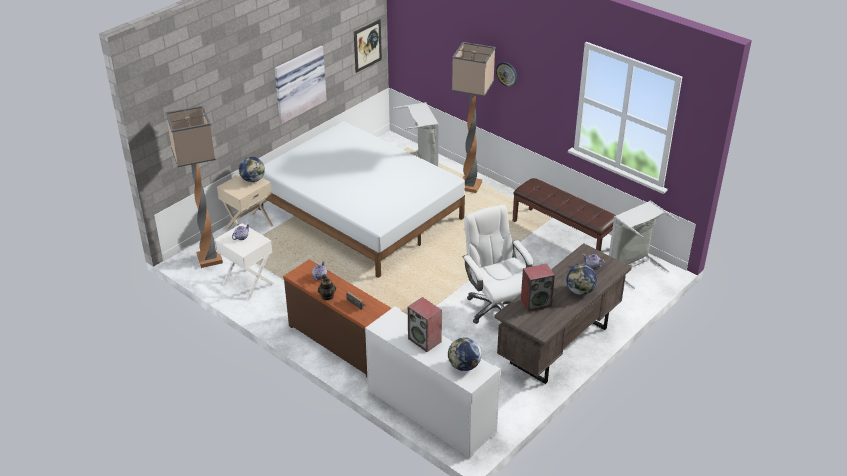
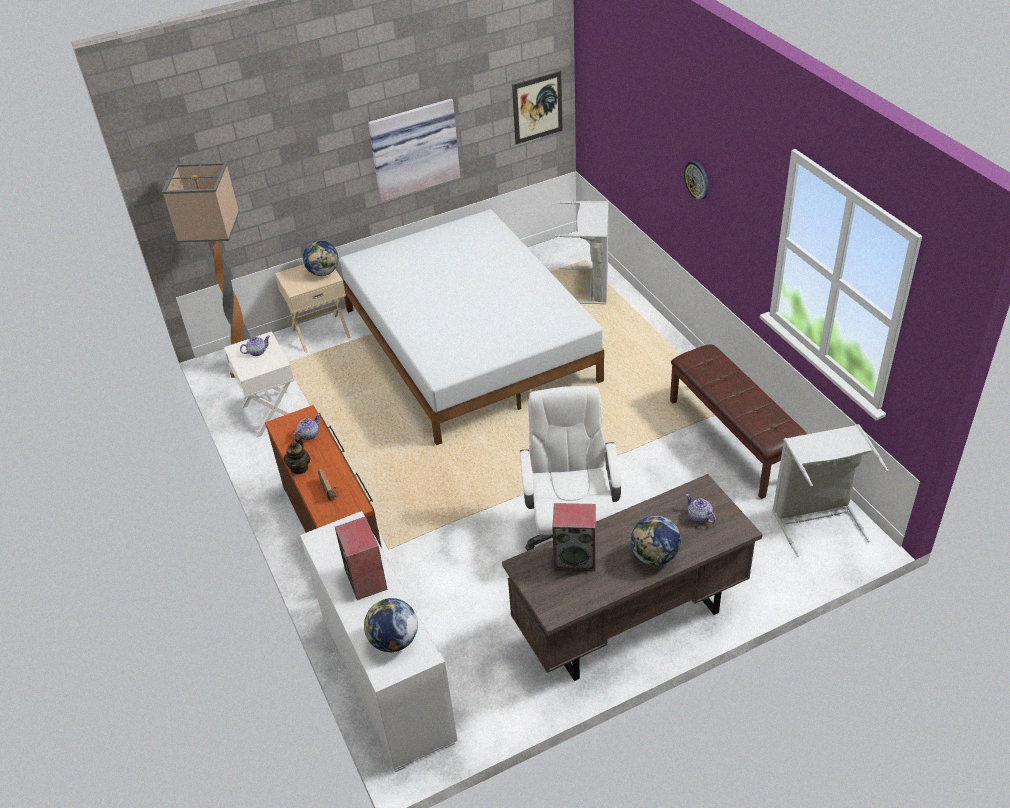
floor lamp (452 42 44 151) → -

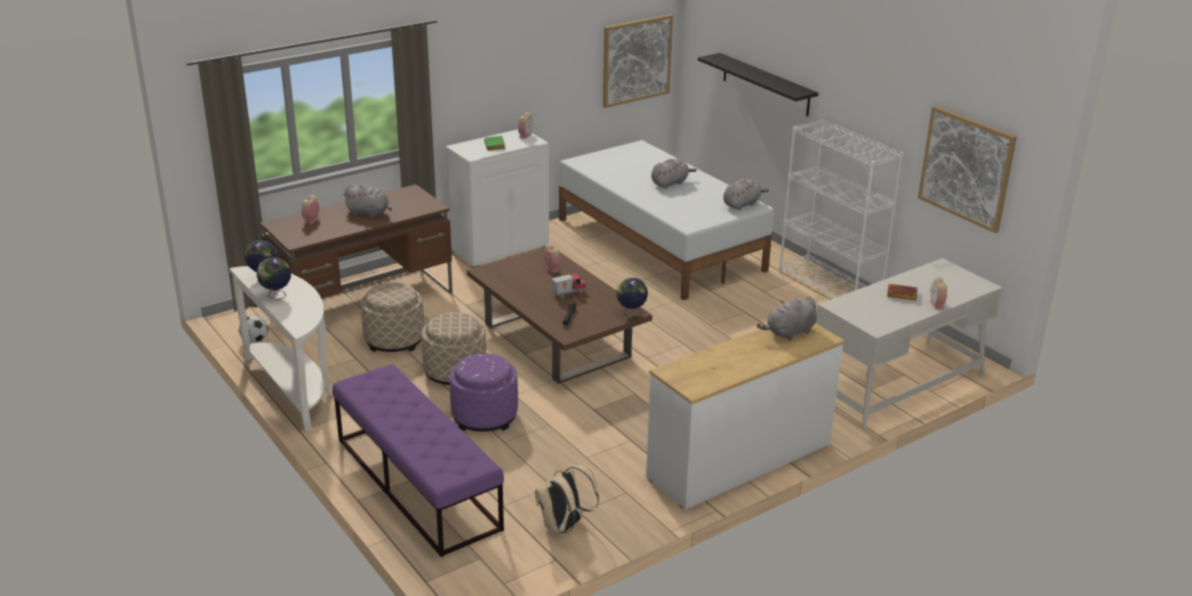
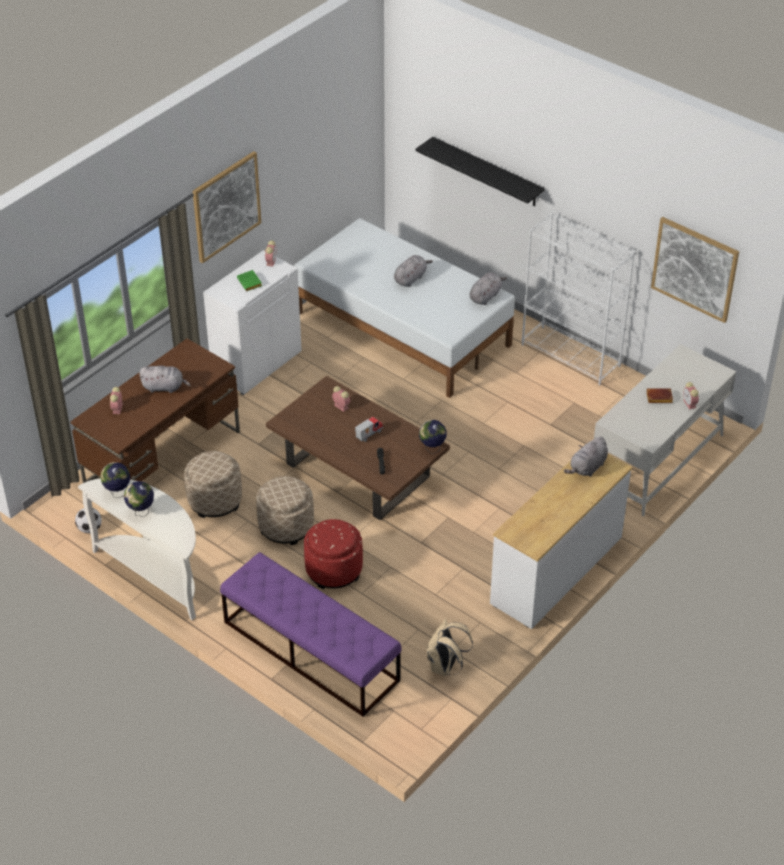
picture (603 14 70 94) → picture (193 151 68 112), move
purple ottoman (449 353 69 79) → red ottoman (304 519 59 70)

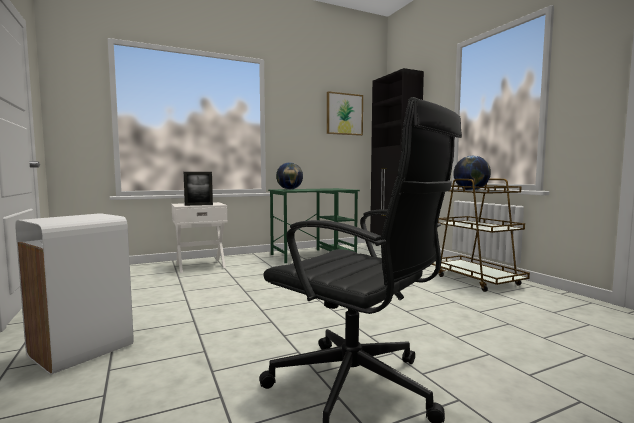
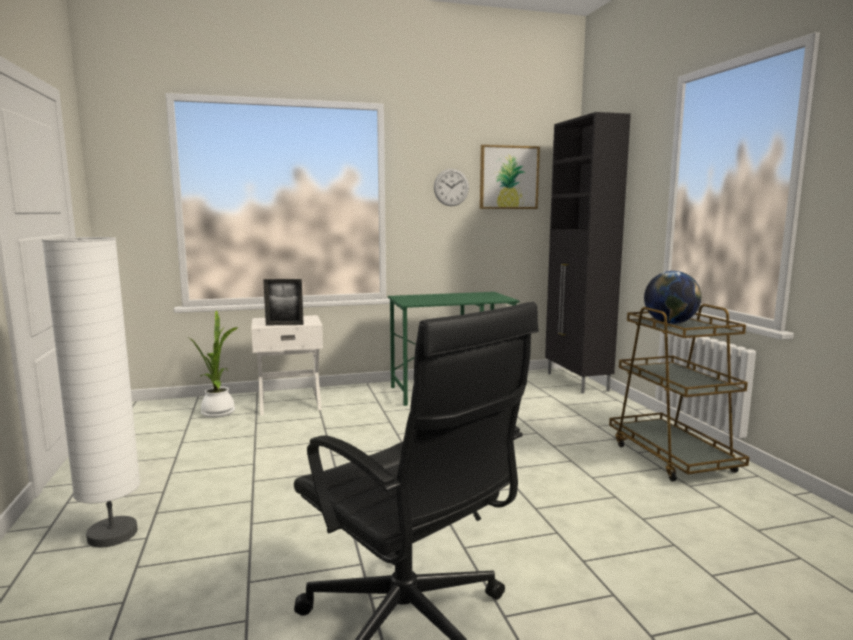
globe (276 162 27 28) → -
- → potted plant (187 310 52 108)
- → wall clock (434 169 35 37)
white trash can (15 213 119 162) → white floor lamp (42 237 98 311)

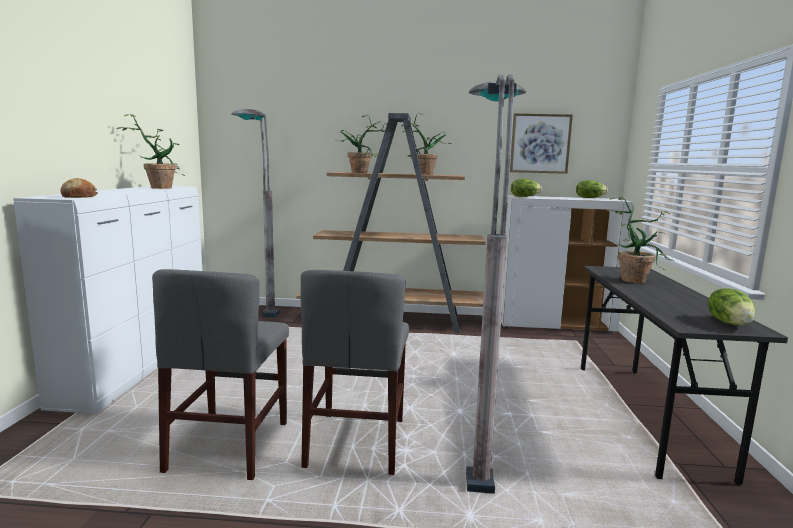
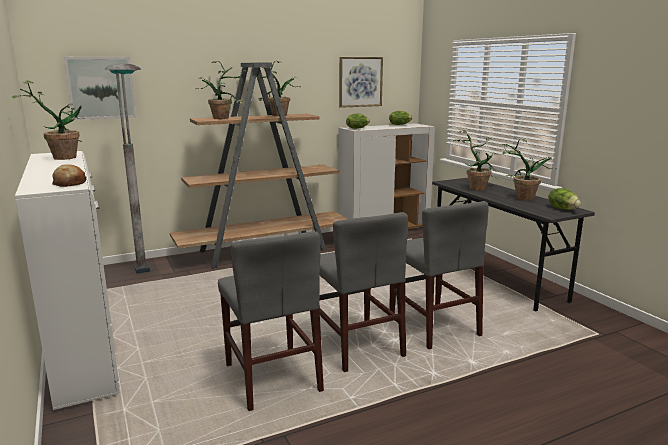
- → picture (64 57 72 63)
- → potted plant (502 139 55 62)
grey floor lamp (466 74 60 420) → grey chair (390 201 99 148)

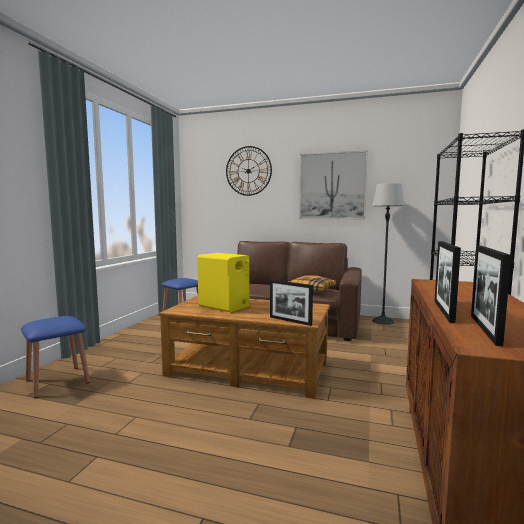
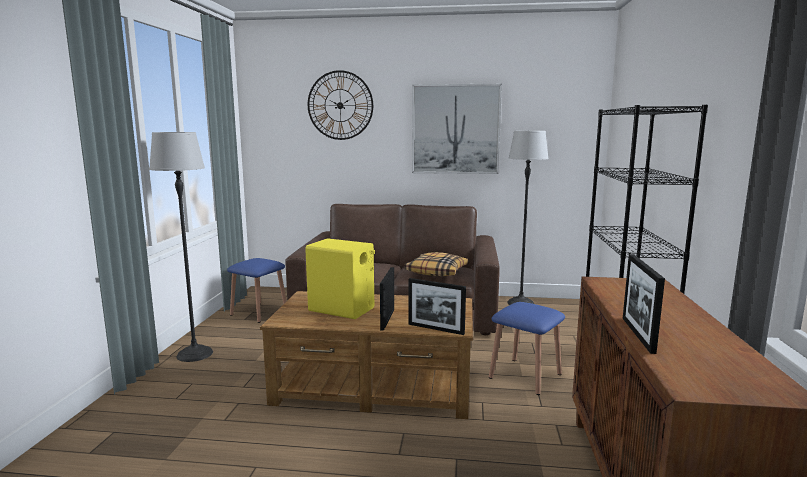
- → floor lamp (149 132 64 230)
blue stool (21 316 69 82) → blue stool (489 302 76 93), move
picture frame (471 246 40 100) → picture frame (380 267 14 64), move

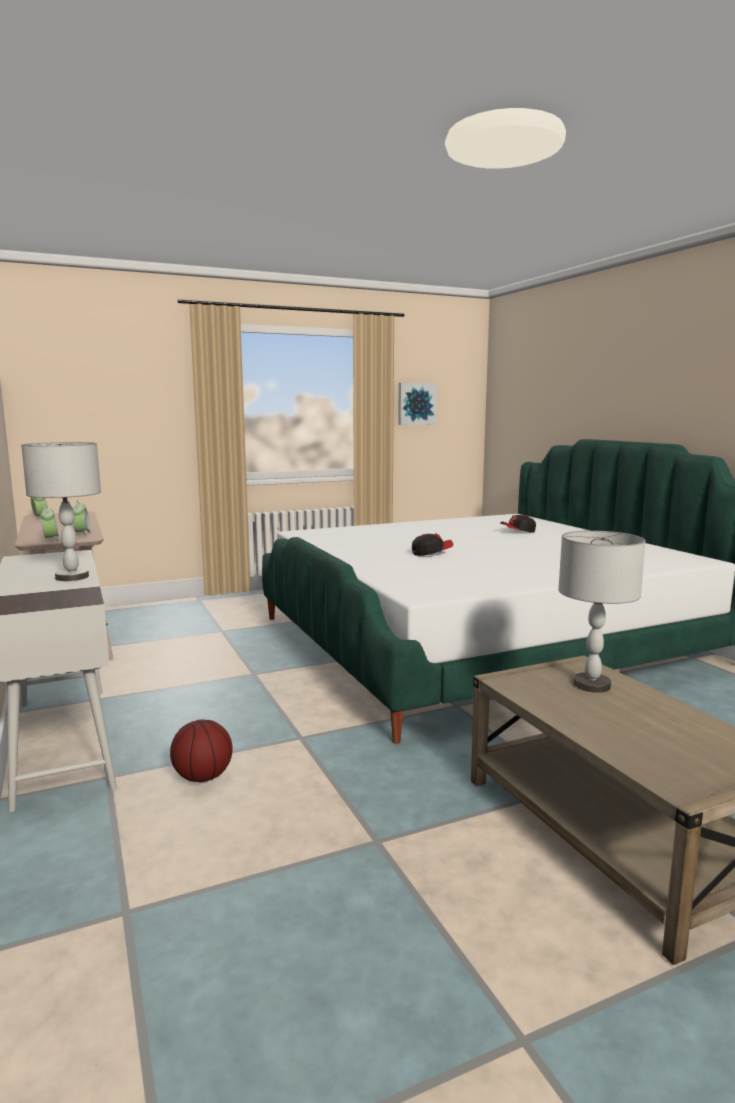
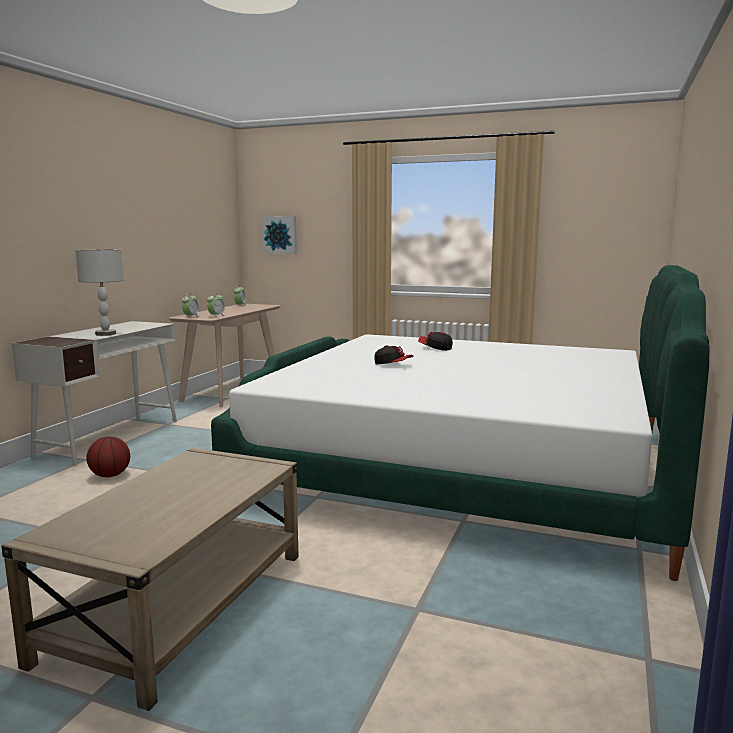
grey table lamp (558 531 87 162) → -
picture (398 383 39 42) → picture (262 216 35 38), move
cap (500 515 36 18) → cap (418 332 35 19), move

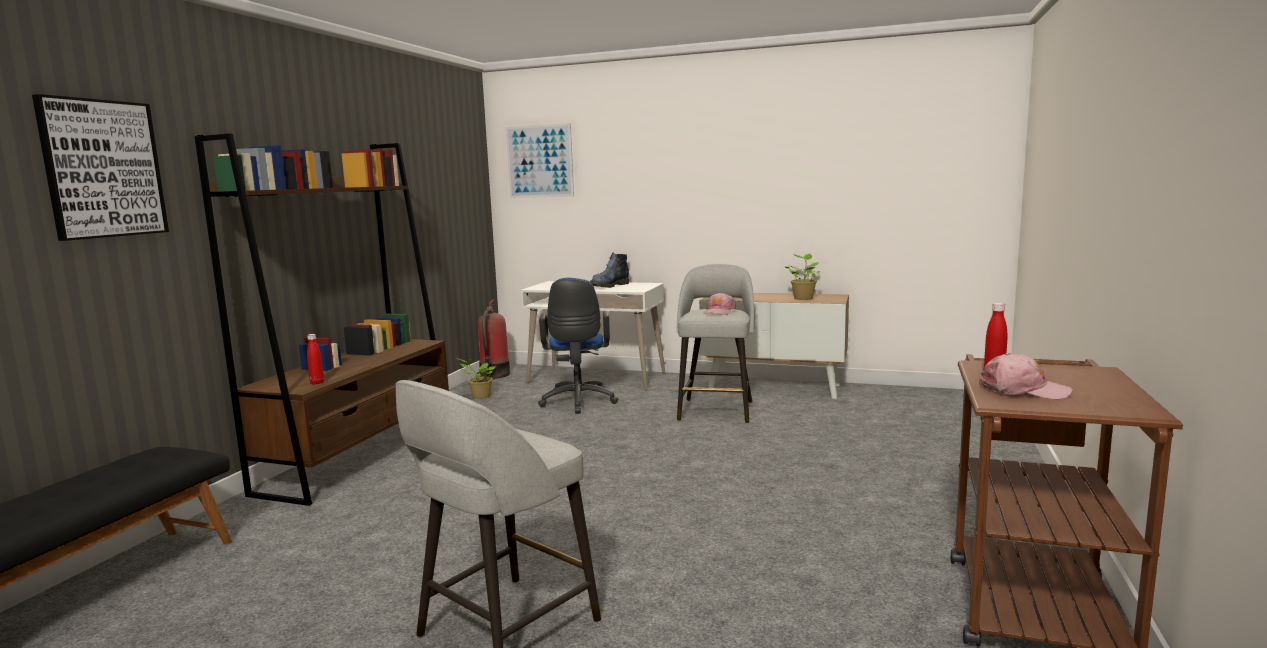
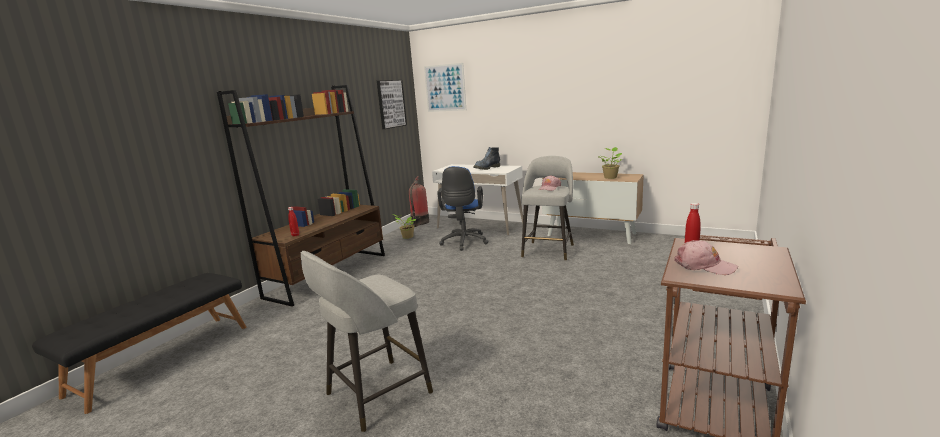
picture (32 94 137 147) → picture (377 80 30 49), move

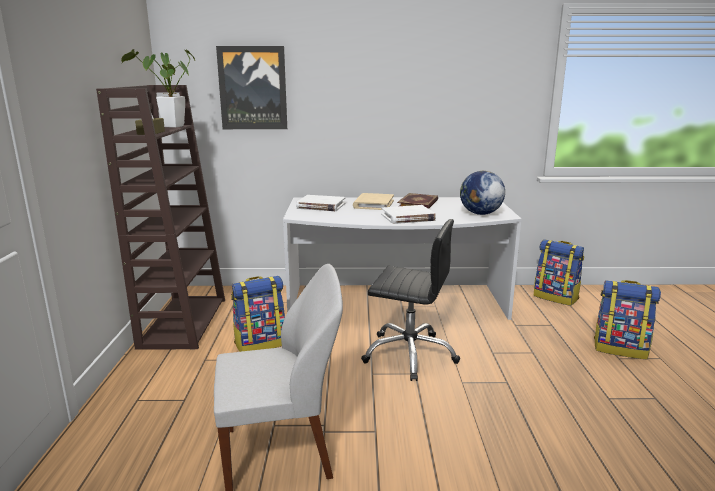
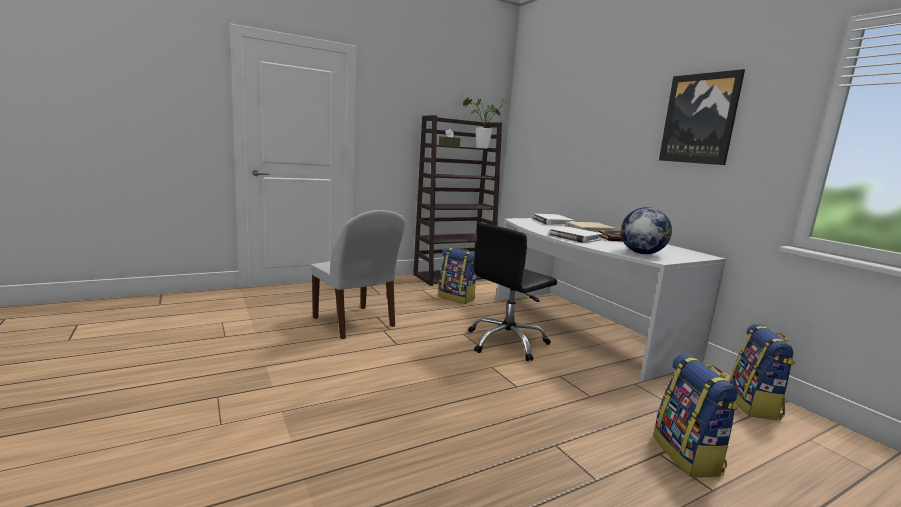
picture (216 46 71 83) → picture (659 69 86 96), move
black office chair (361 219 99 162) → black office chair (468 223 89 138), 60 degrees clockwise

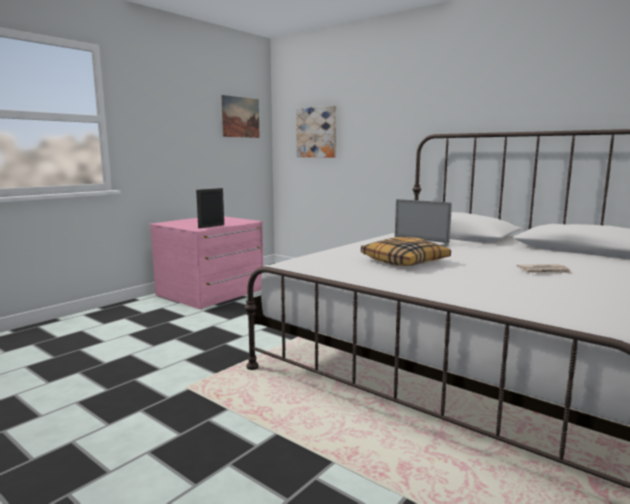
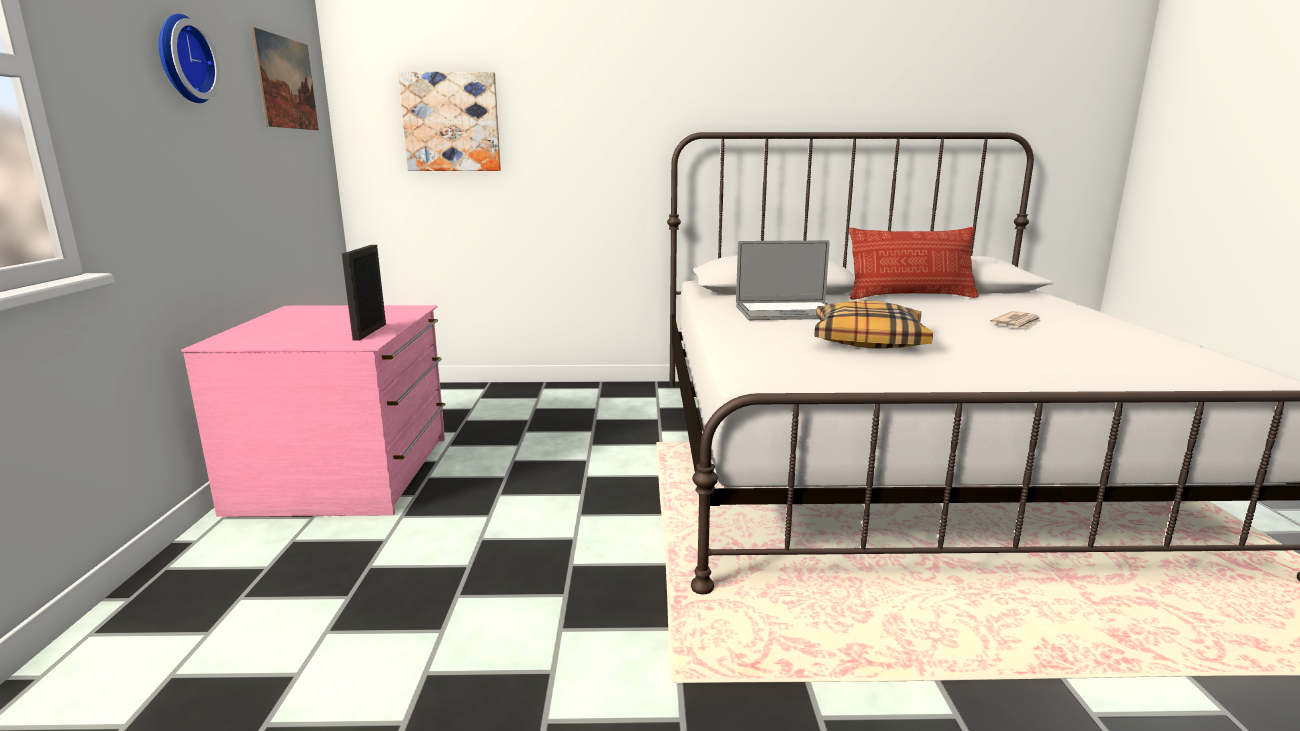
- → wall clock (159 14 61 89)
- → pillow (849 227 130 72)

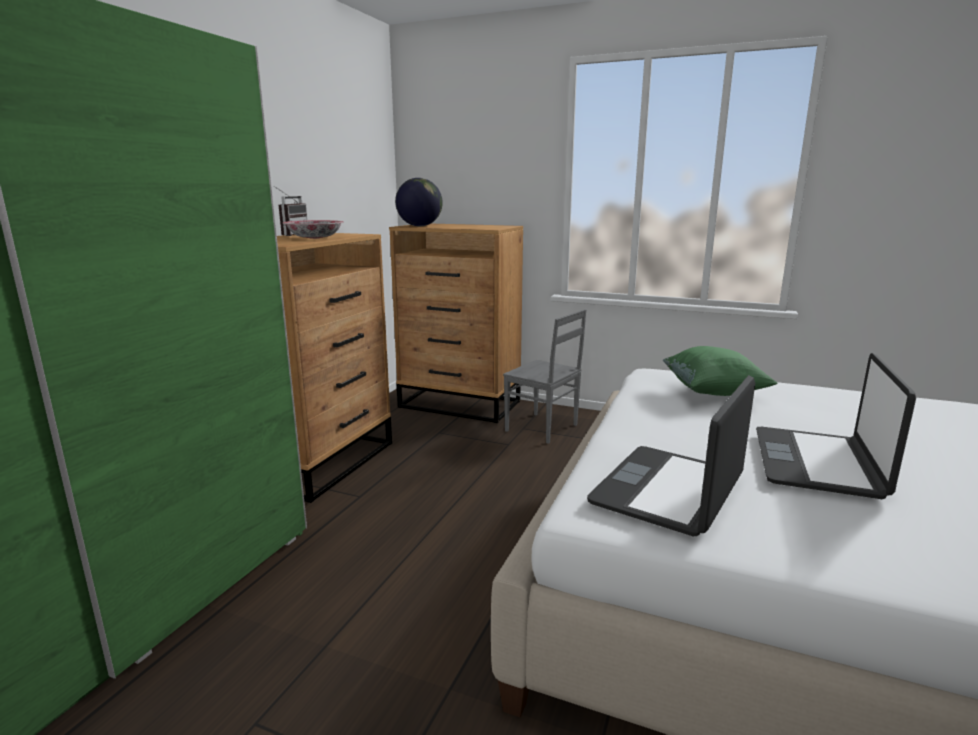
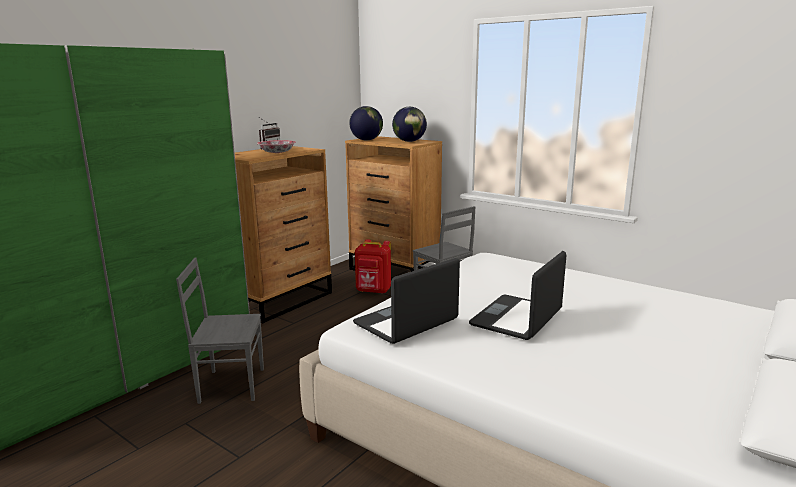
green pillow (663 346 115 50) → -
- → grey chair (176 258 88 146)
- → red backpack (355 239 36 55)
- → globe (392 107 35 35)

